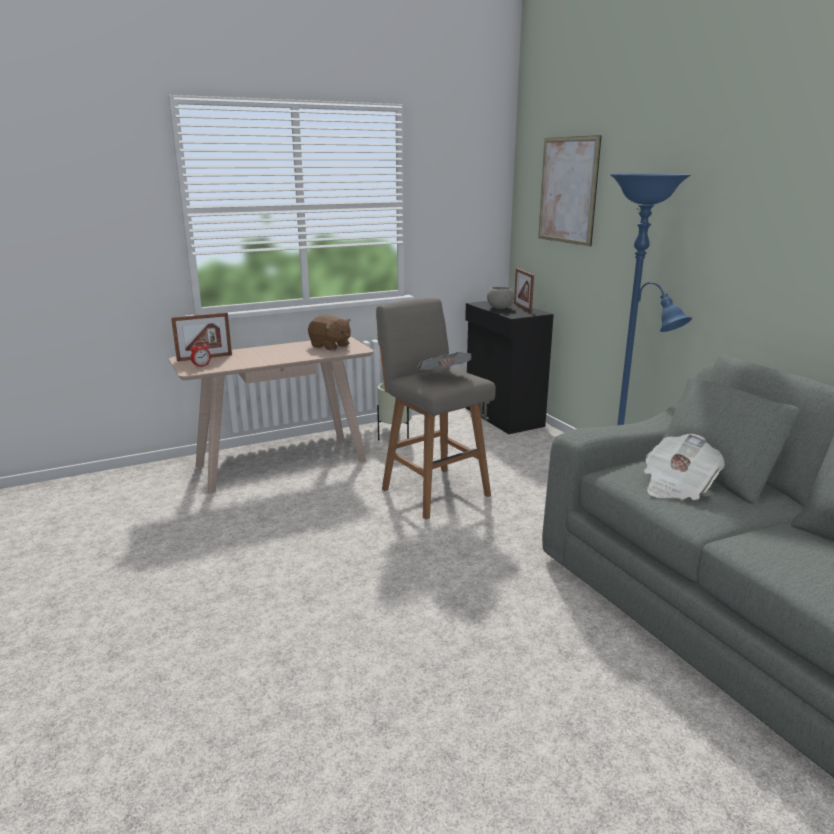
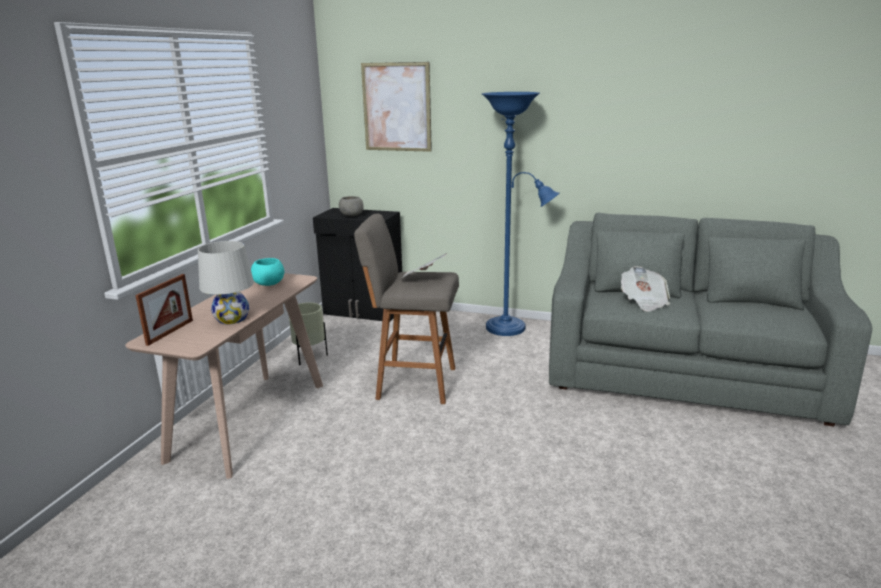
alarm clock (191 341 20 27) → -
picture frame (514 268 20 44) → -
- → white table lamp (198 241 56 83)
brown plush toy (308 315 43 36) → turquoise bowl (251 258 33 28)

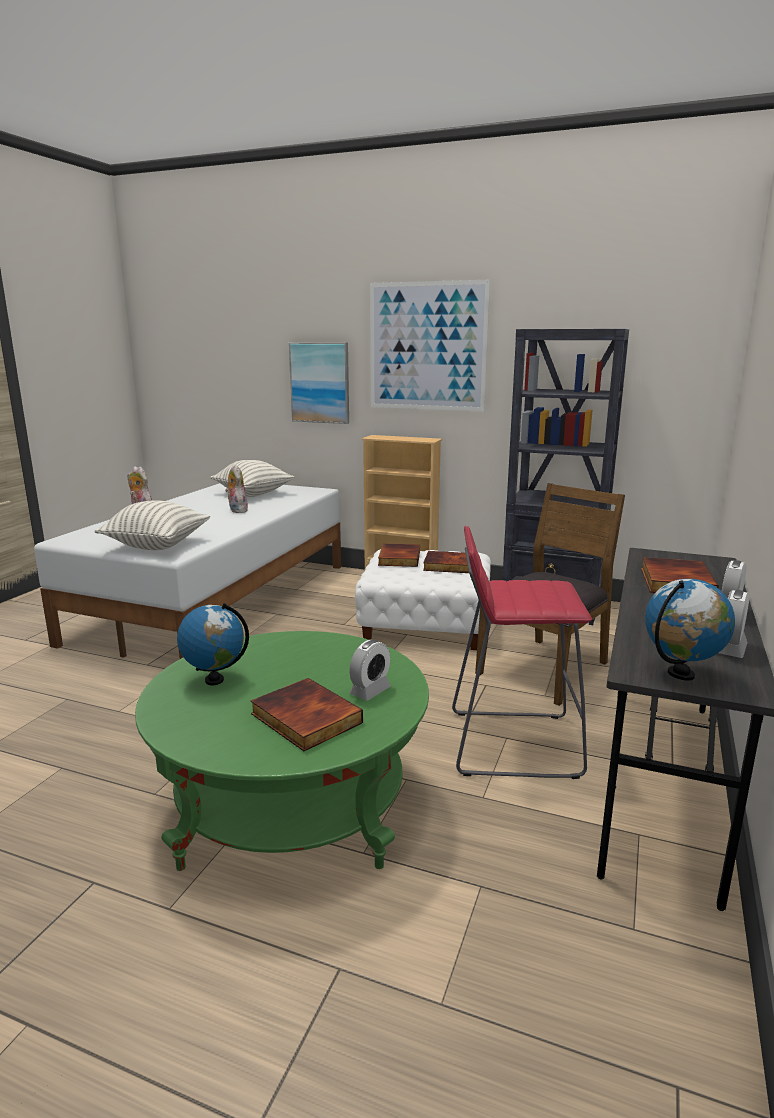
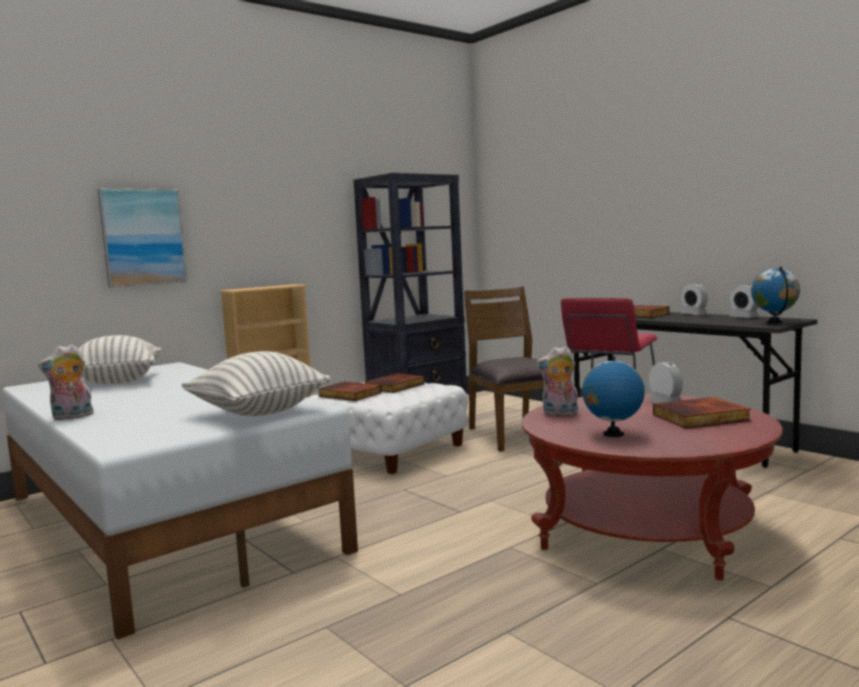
picture (370 280 120 132) → -
plush toy (225 464 23 49) → plush toy (536 346 42 71), move
green coffee table (135 631 294 240) → red coffee table (522 394 260 186)

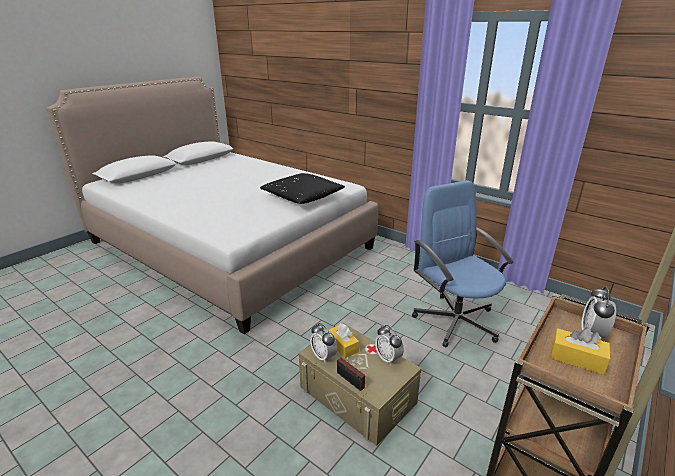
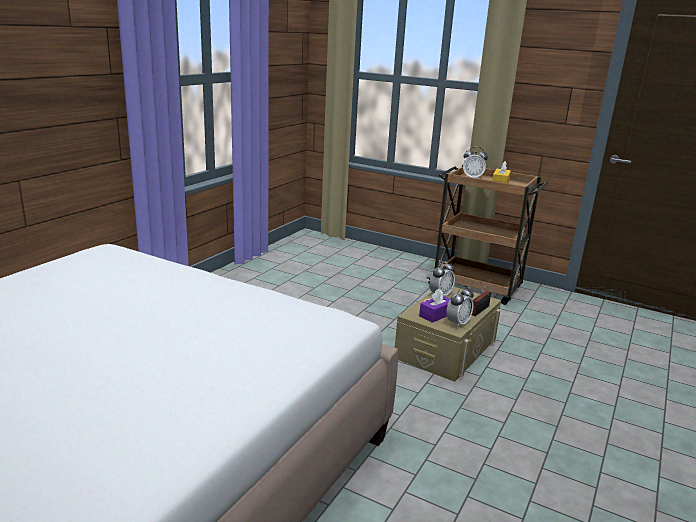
black pillow (260 173 85 31) → -
blue office chair (412 180 102 168) → -
yellow tissue box (329 323 30 35) → purple tissue box (419 289 31 34)

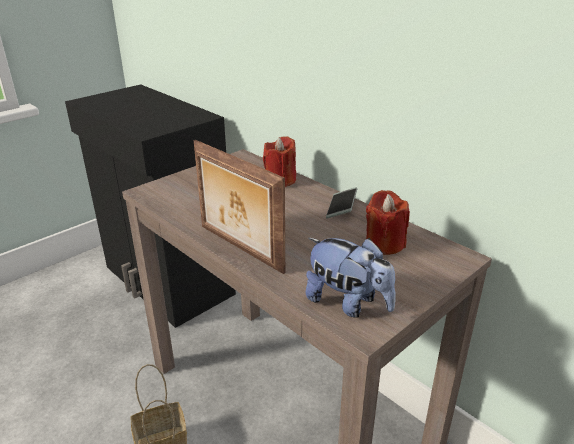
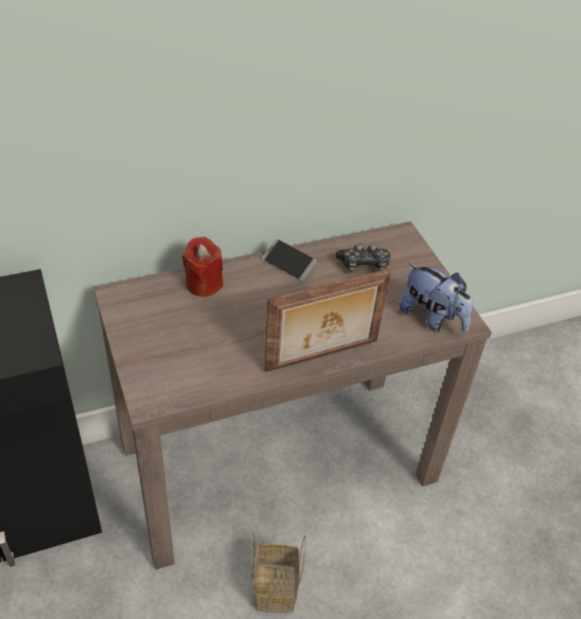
red candle (366 190 44 65) → game controller (336 243 55 29)
plush toy (305 238 91 80) → plush toy (399 263 74 69), 75 degrees clockwise

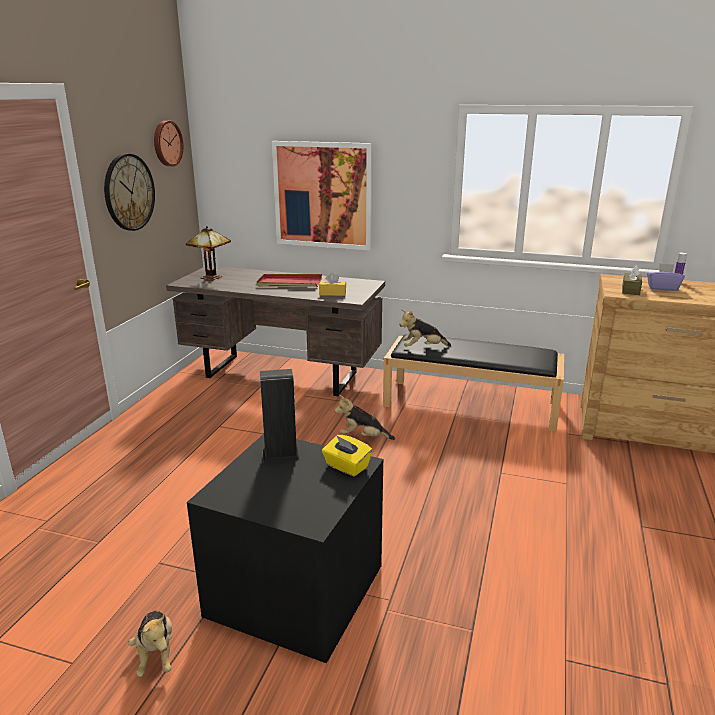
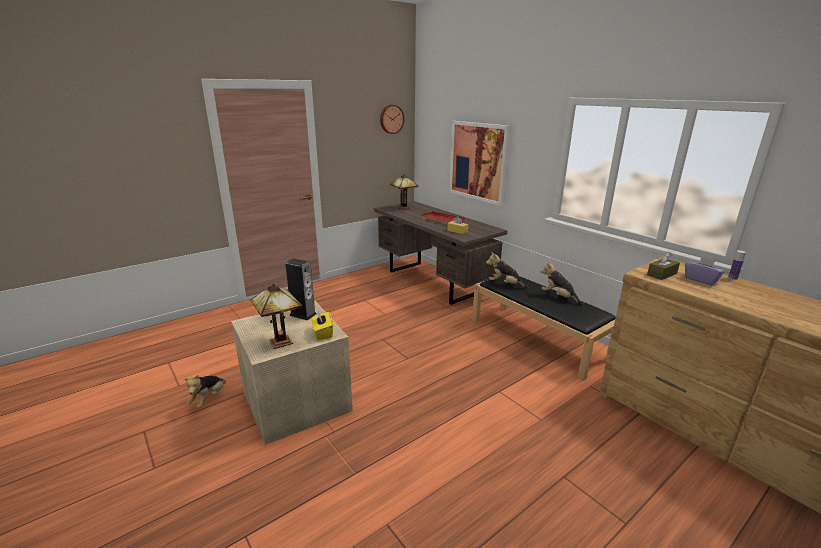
wall clock (104 154 51 77) → -
- → table lamp (250 284 52 65)
plush toy (334 395 61 45) → plush toy (540 260 43 45), move
black storage box (187 434 196 230) → beige storage box (231 301 122 144)

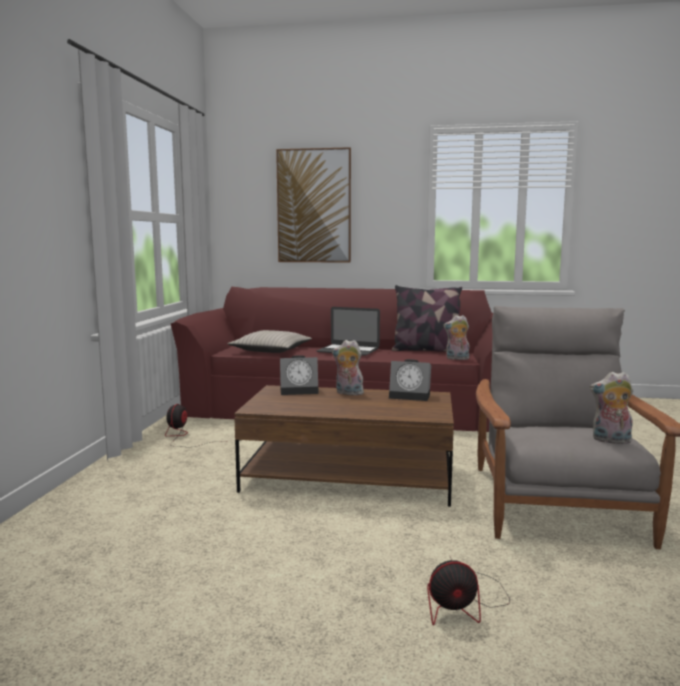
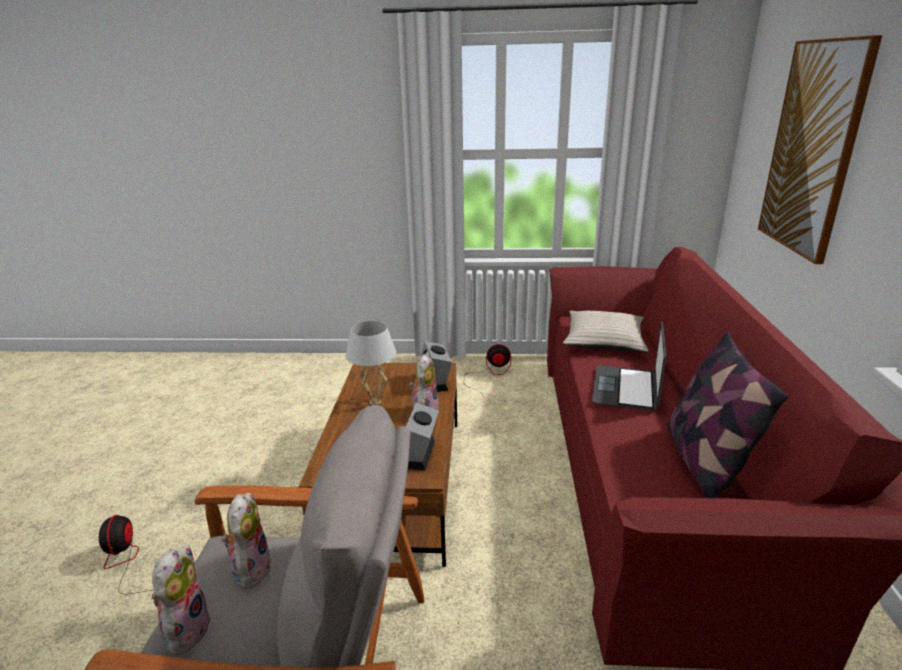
- → white table lamp (346 321 50 84)
plush toy (443 315 27 45) → plush toy (222 493 50 95), move

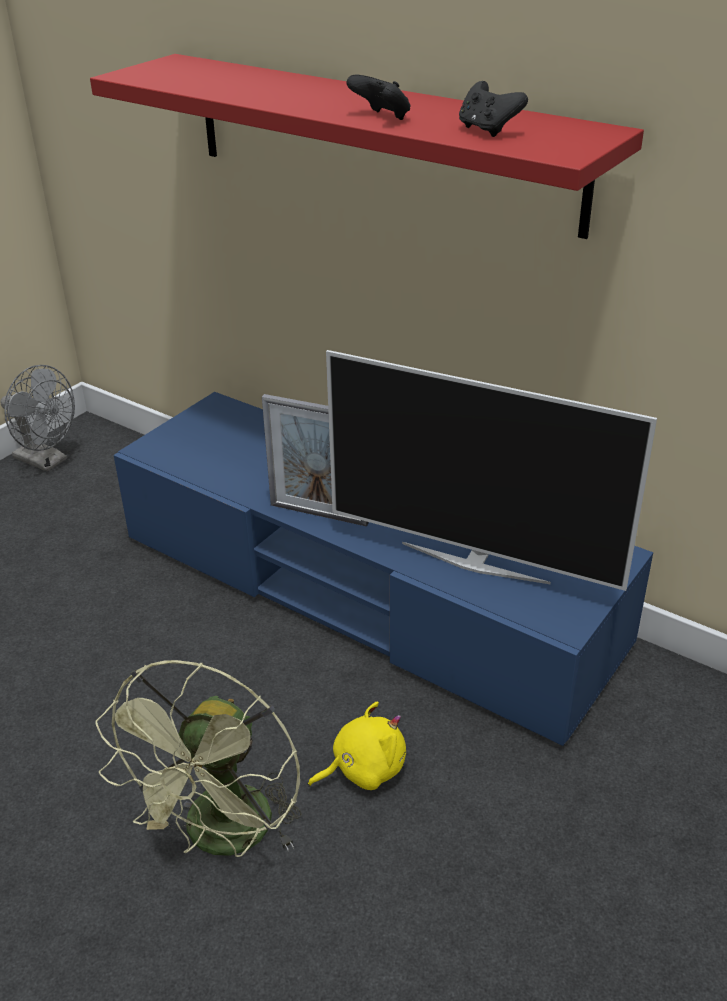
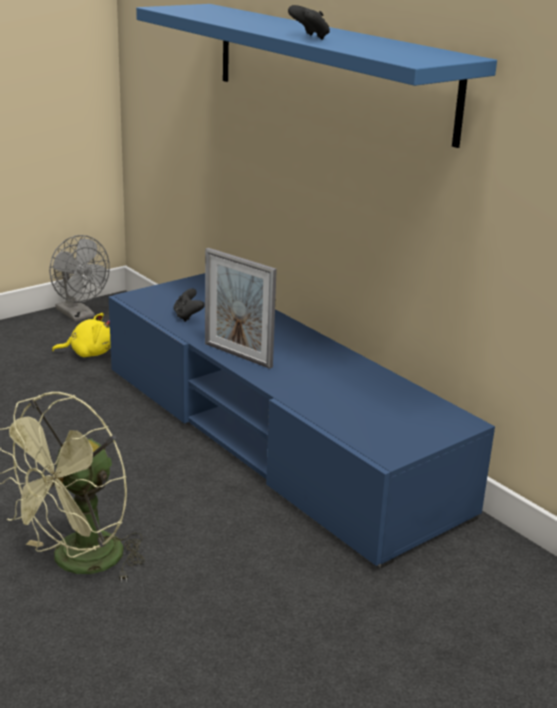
television (326 350 331 241) → -
yellow plush toy (308 702 98 88) → yellow plush toy (52 313 59 44), move
black game controller (459 81 69 56) → black game controller (173 288 32 34), move
red shelf (90 54 554 185) → blue shelf (136 4 361 144)

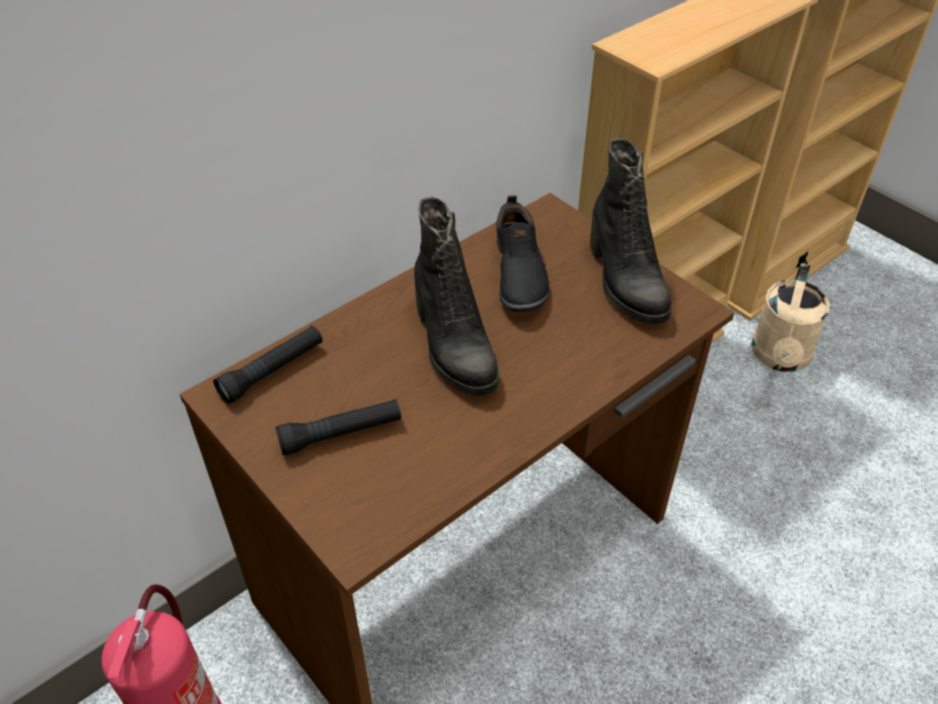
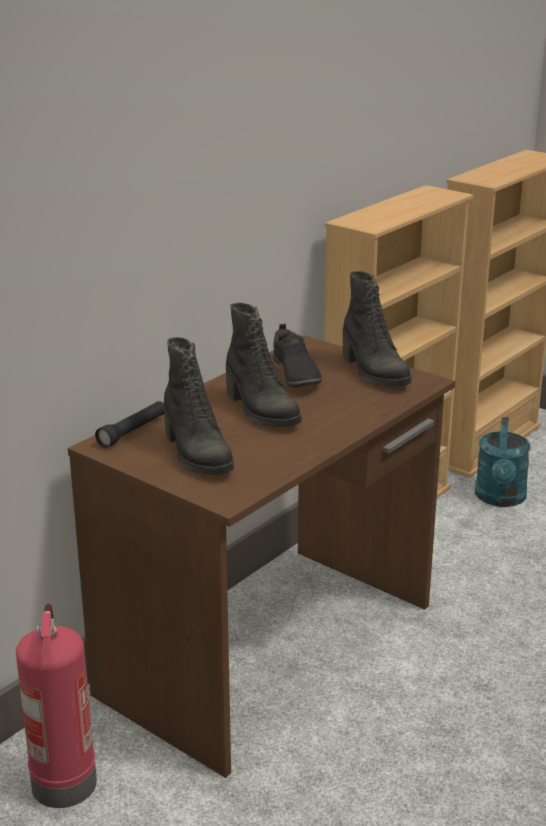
black flashlight (276 399 125 57) → black boot (164 337 70 139)
beige watering can (751 263 79 109) → turquoise watering can (475 417 56 90)

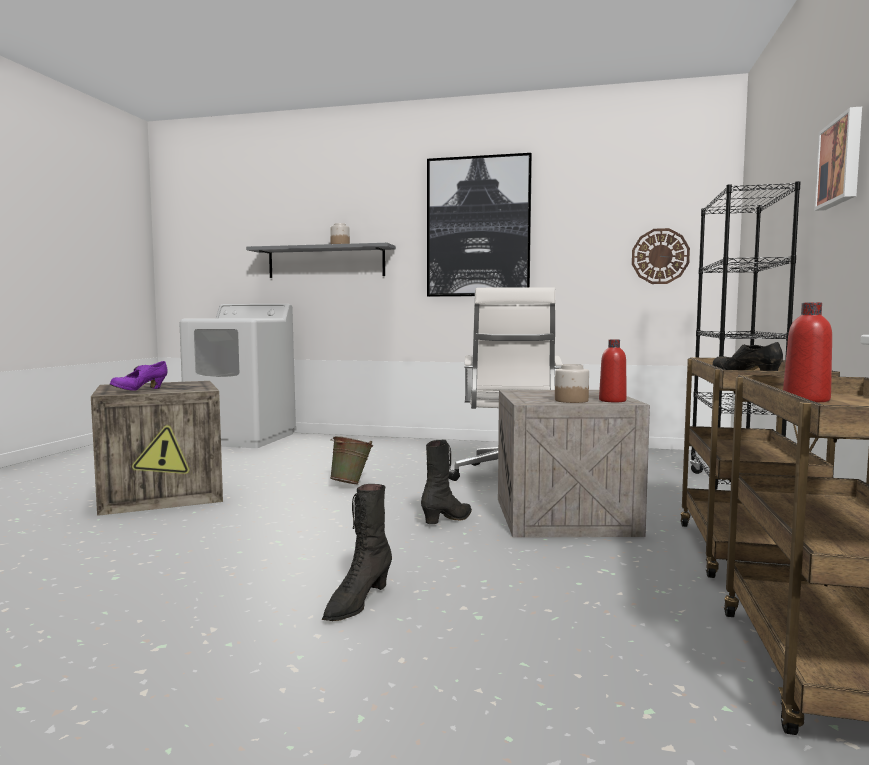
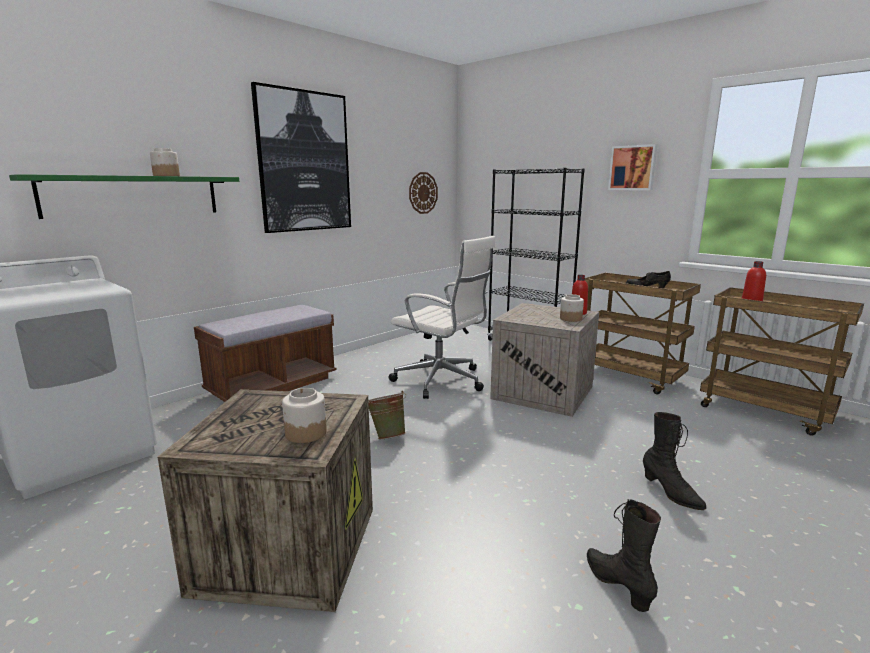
- → brown bench (194 305 143 97)
black boot (421 440 51 84) → black boot (587 499 74 113), move
purple shoe (110 361 58 30) → jar (282 388 45 55)
grey shelf (246 243 150 35) → green shelf (9 174 230 45)

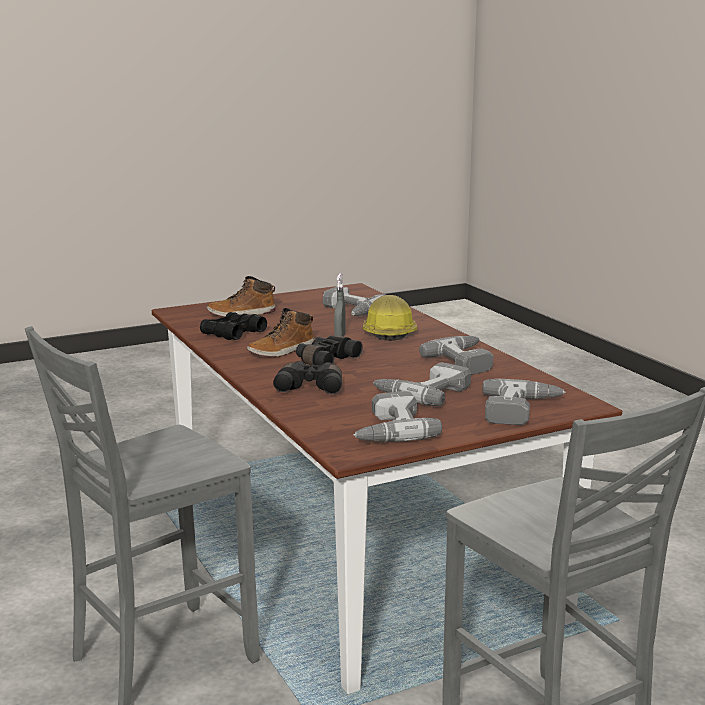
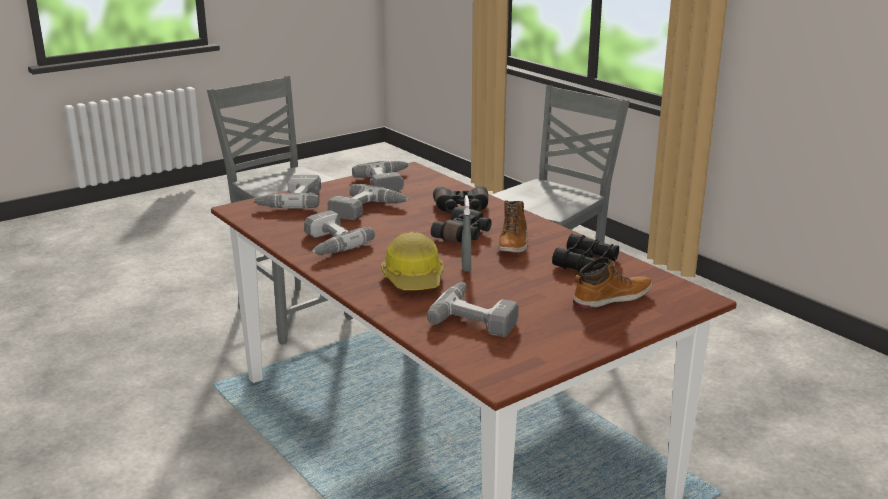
boot (247 308 67 49) → boot (498 200 29 53), 150 degrees clockwise

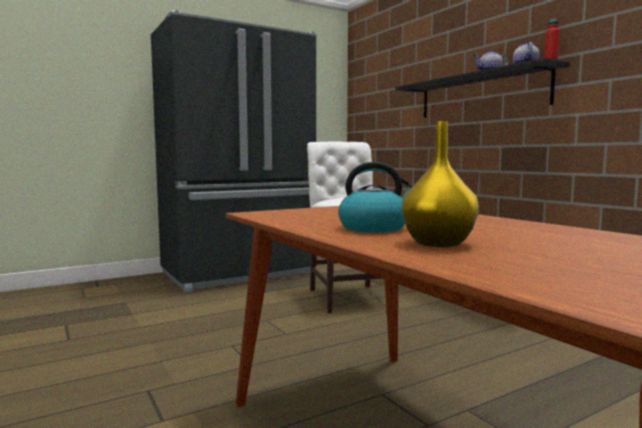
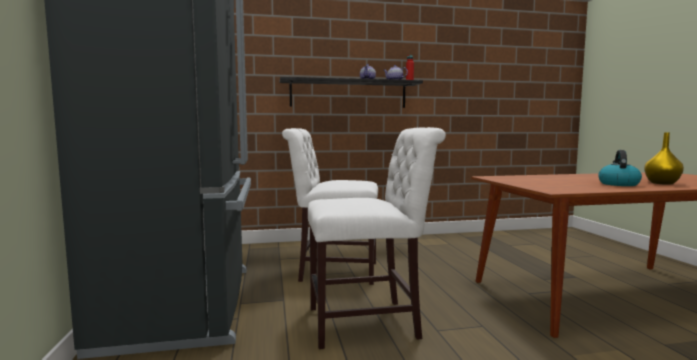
- → white chair (308 127 138 222)

